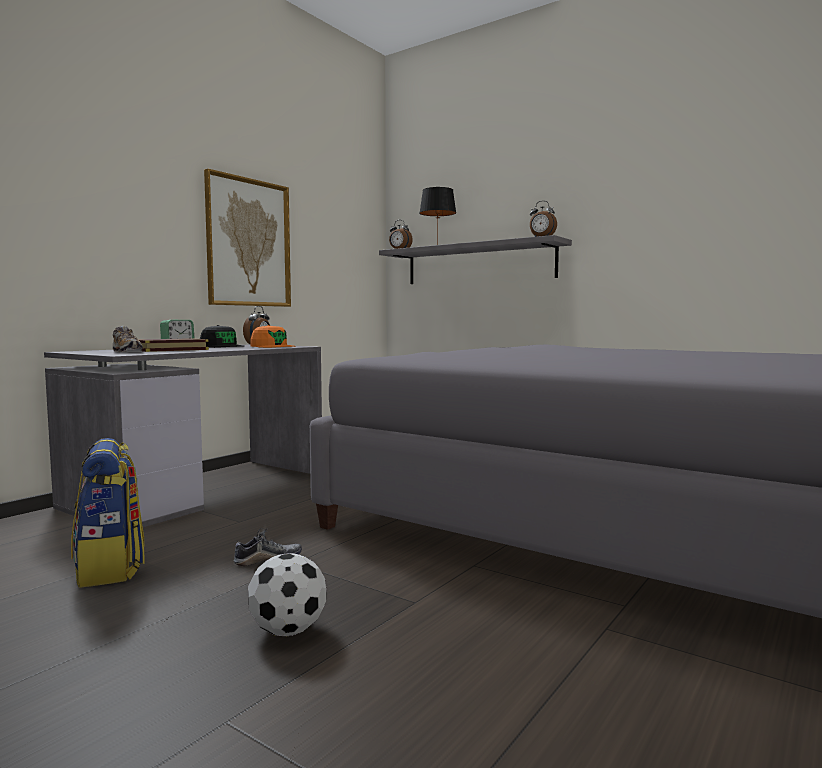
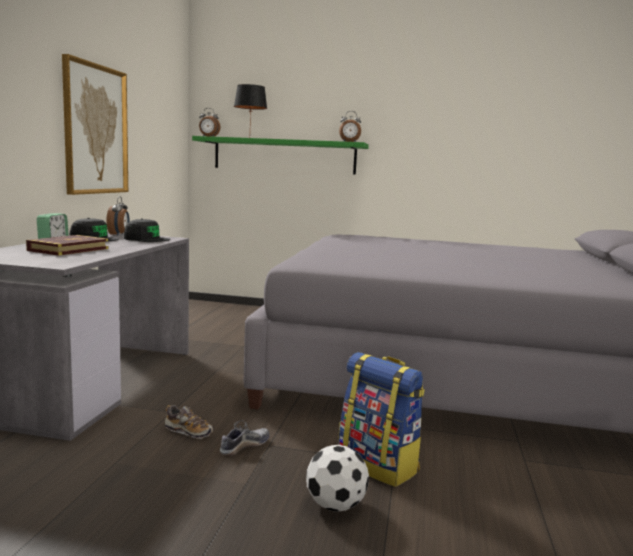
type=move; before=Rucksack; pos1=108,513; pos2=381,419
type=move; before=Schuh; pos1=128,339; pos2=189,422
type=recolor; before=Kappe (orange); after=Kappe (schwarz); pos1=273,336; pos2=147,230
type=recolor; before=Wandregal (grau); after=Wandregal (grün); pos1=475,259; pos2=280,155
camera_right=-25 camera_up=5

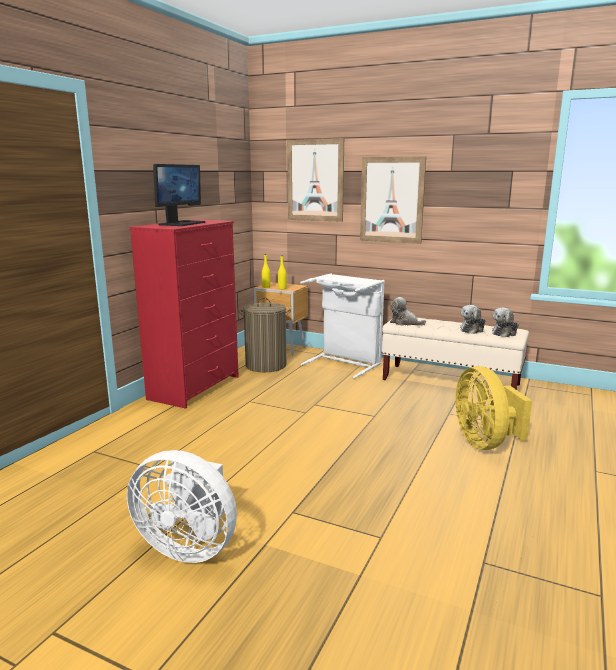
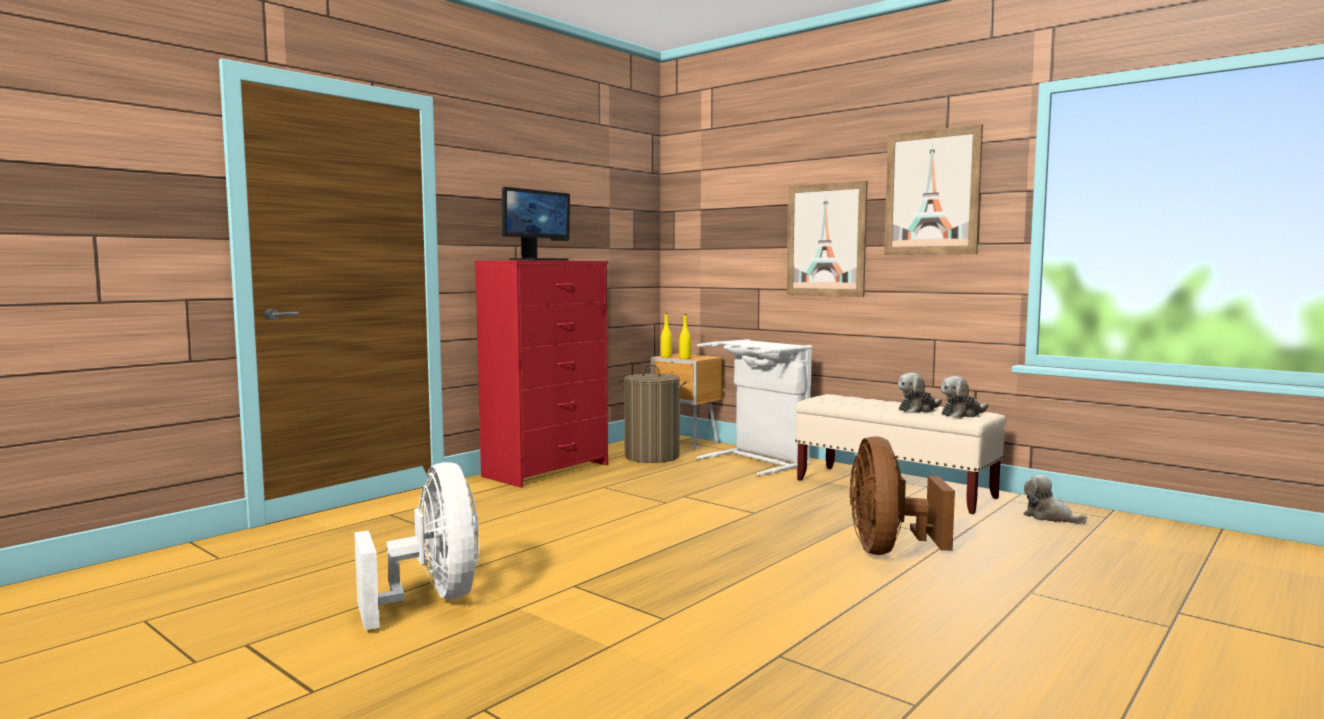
type=rotate; before=Ventilator (weiß); pos1=182,506; pos2=417,546; turn=-150
type=move; before=Bild; pos1=315,180; pos2=933,189
type=move; before=Plüschtier; pos1=408,311; pos2=1055,499
type=recolor; before=Ventilator (gelb); after=Ventilator (braun); pos1=493,408; pos2=902,495
camera_right=15 camera_up=-10

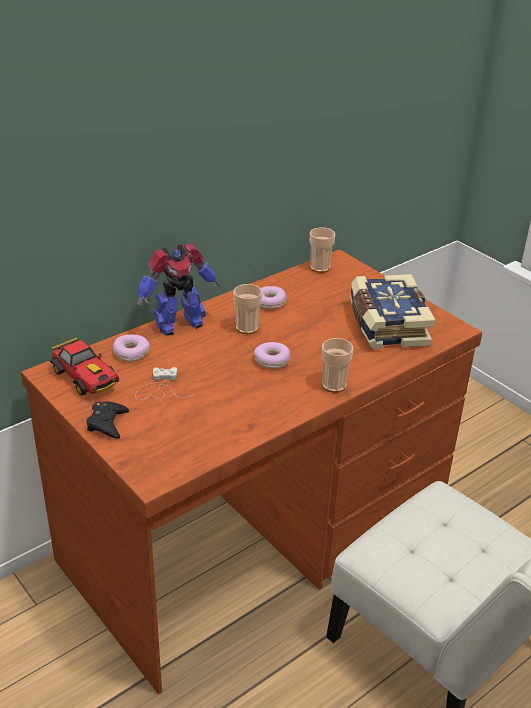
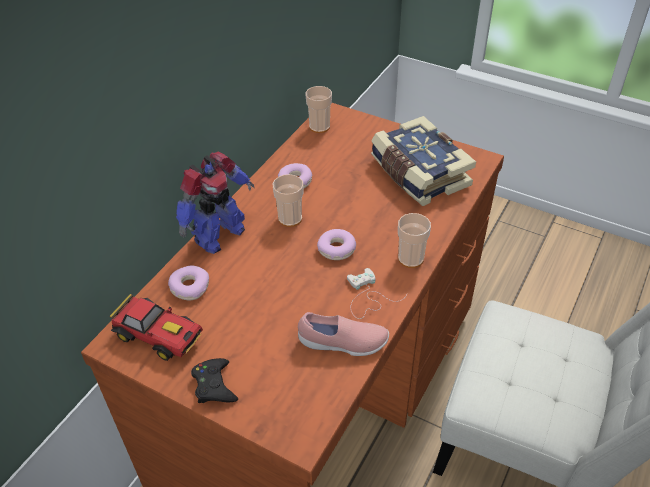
type=move; before=Gamepad (weiß); pos1=164,383; pos2=377,293
type=insert; after=Schuh (rosa); pos2=343,334
camera_right=-20 camera_up=10

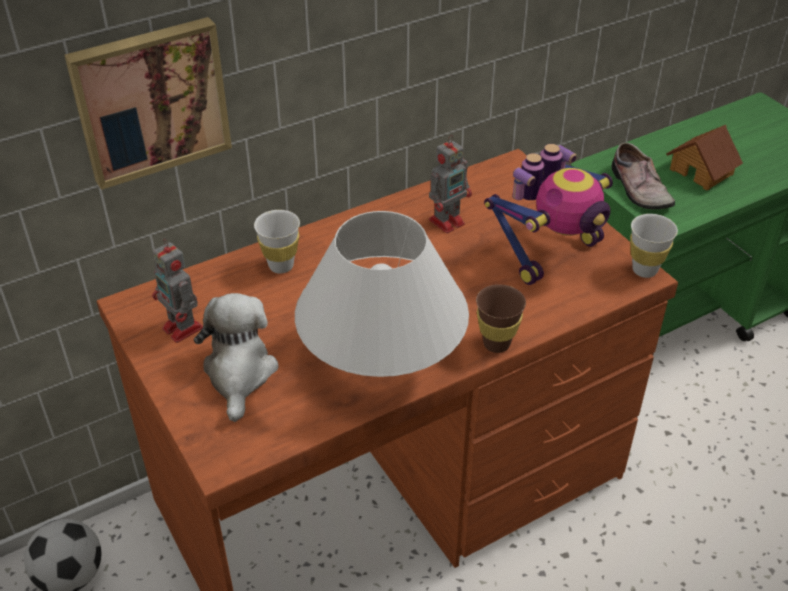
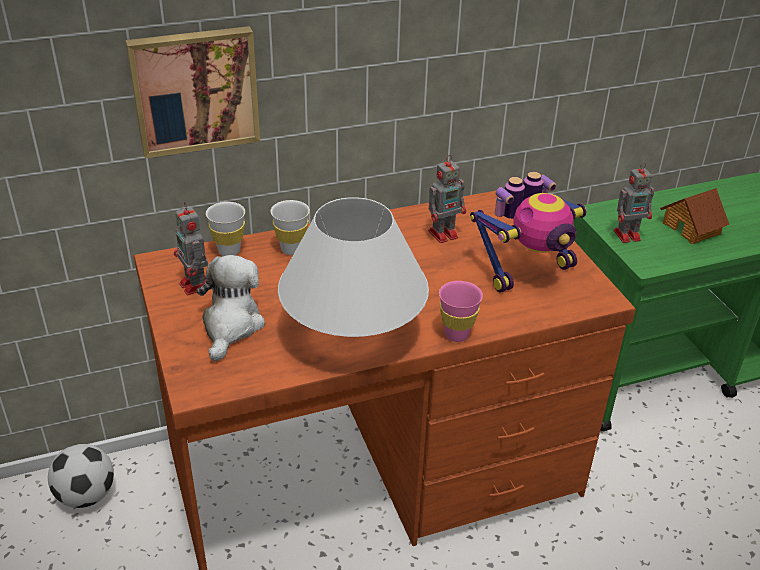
type=recolor; before=Tasse (braun); after=Tasse (rosa); pos1=501,318; pos2=461,311
type=replace; before=Schuh; after=Spielzeugroboter; pos1=643,175; pos2=634,203
type=move; before=Tasse (weiß); pos1=654,246; pos2=225,229
camera_right=10 camera_up=-5

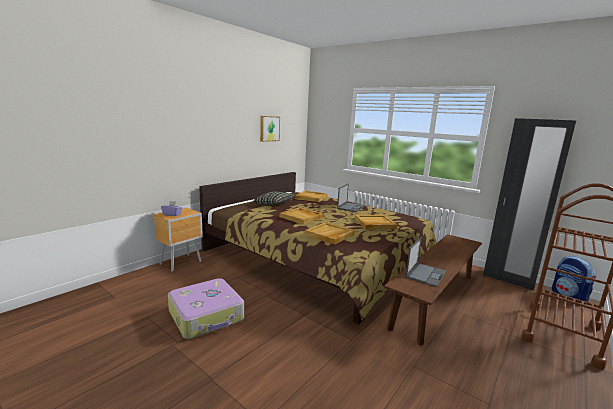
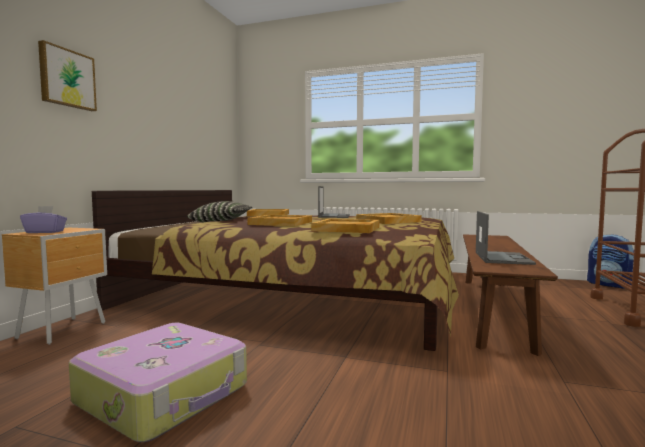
type=move; before=Bild; pos1=270,129; pos2=67,75
type=delete; before=Kleiderschrank (schwarz); pos1=529,204
camera_right=-20 camera_up=-10

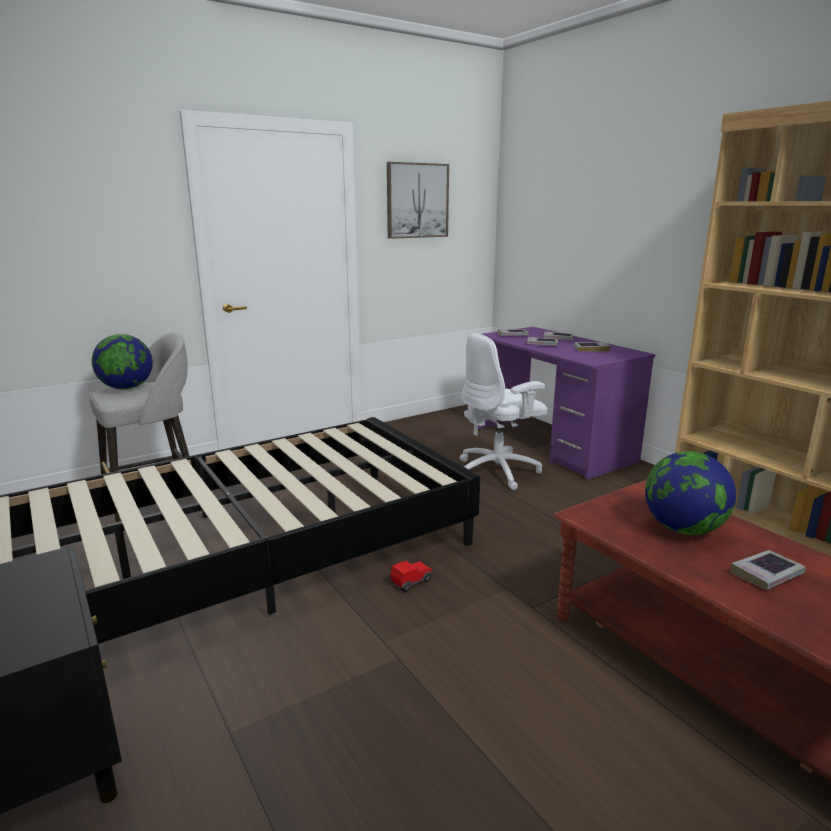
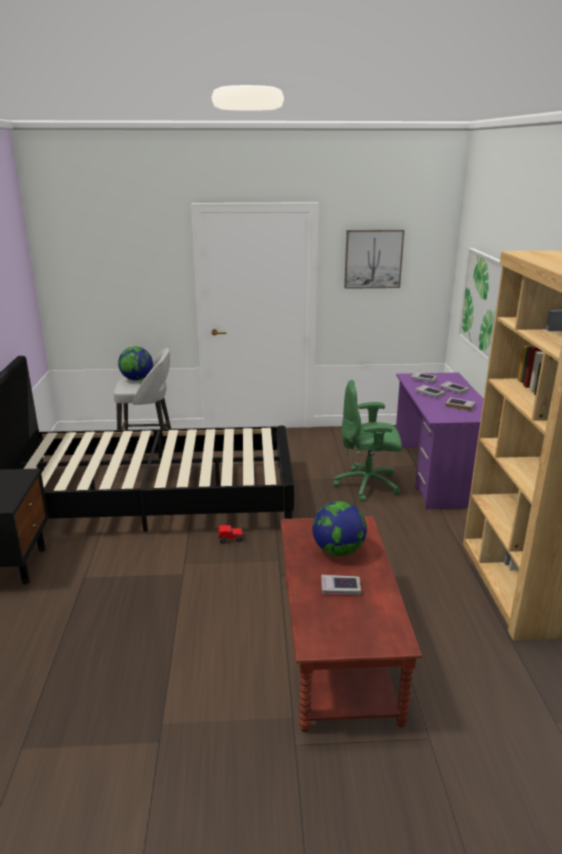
type=recolor; before=Bürostuhl (weiß); after=Bürostuhl (grün); pos1=504,411; pos2=368,441
type=insert; after=Bild; pos2=480,305
camera_right=30 camera_up=5

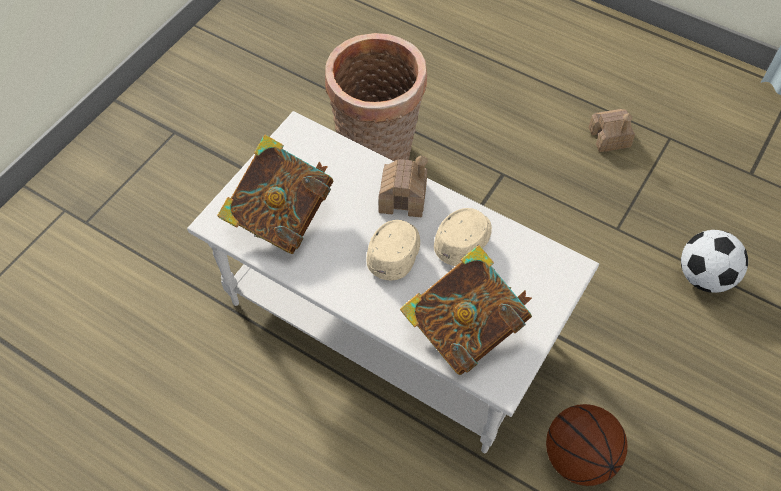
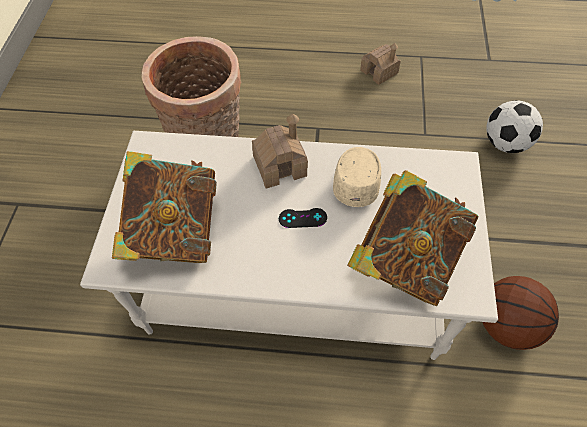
type=replace; before=Kappe (beige); after=Gamepad (schwarz); pos1=393,250; pos2=303,218
camera_right=-25 camera_up=0

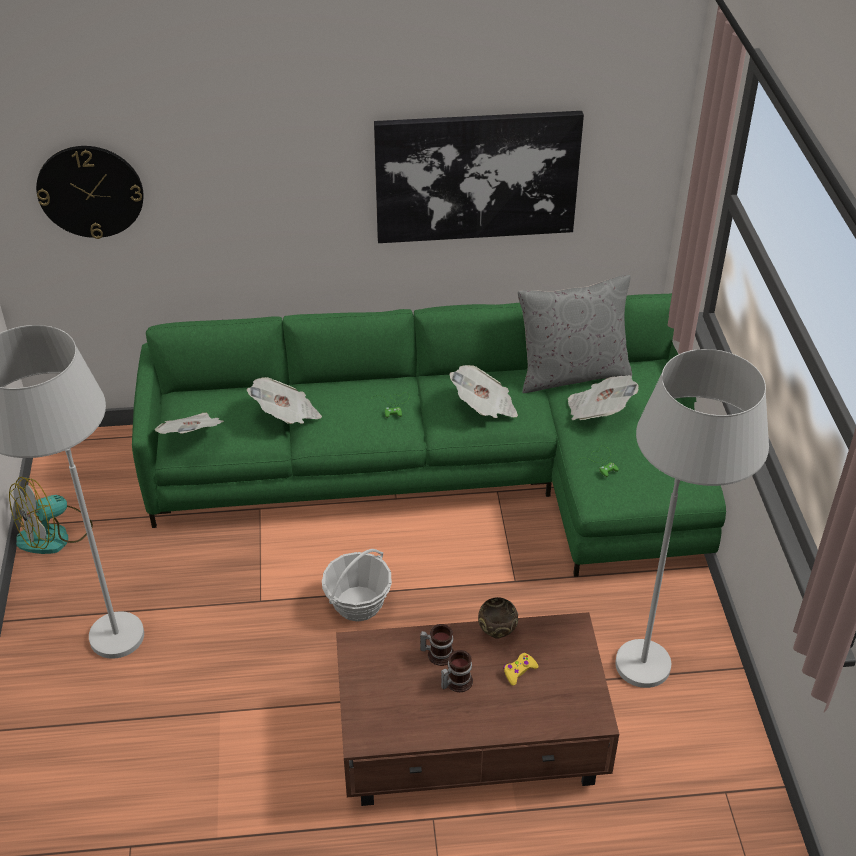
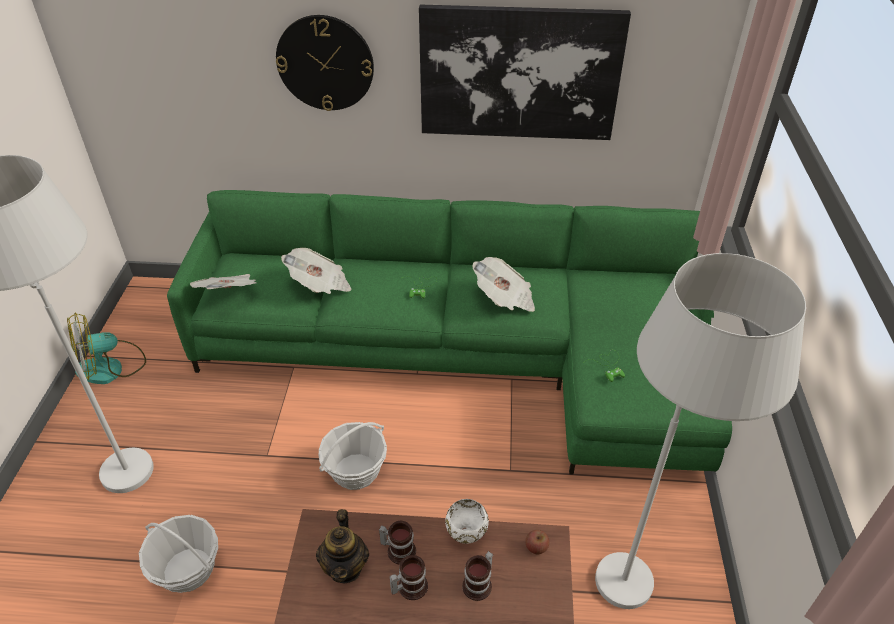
type=move; before=Wanduhr; pos1=89,192; pos2=325,63
type=recolor; before=Schüssel (braun); after=Schüssel (weiß); pos1=498,618; pos2=467,521
type=replace; before=Gamepad (gelb); after=Henkelbecher; pos1=520,669; pos2=477,576
type=delete; before=Kissen (grau); pos1=575,334
type=delete; before=Zeitung; pos1=603,397
type=insert; after=Korb; pos2=178,554
type=insert; after=Teekanne; pos2=342,546
type=insert; after=Apfel; pos2=537,542
camera_right=10 camera_up=0

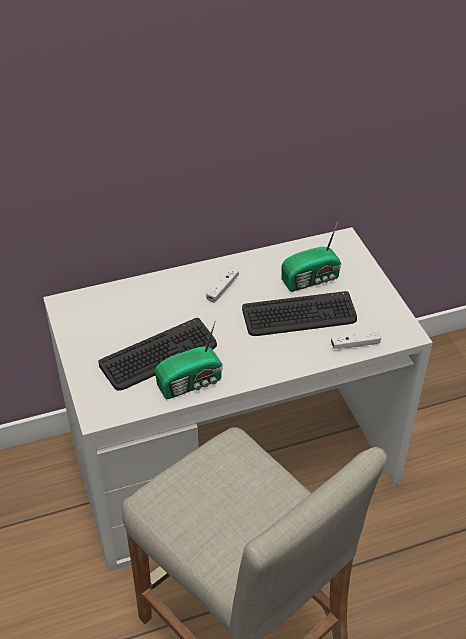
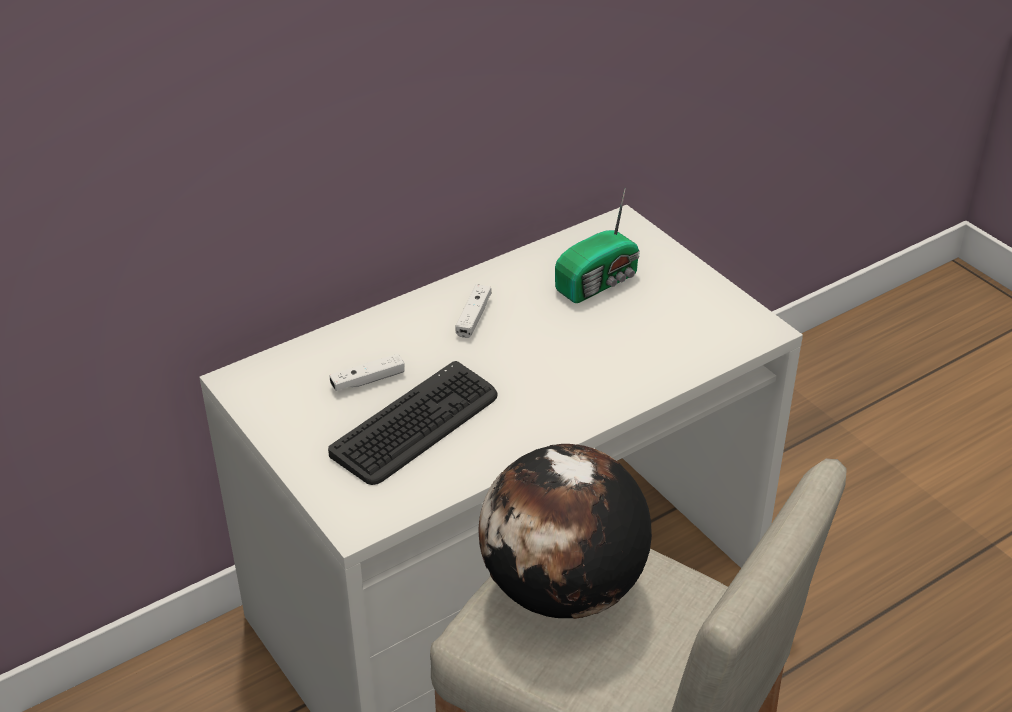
type=delete; before=Radio; pos1=189,359
type=delete; before=Tastatur; pos1=299,313
type=move; before=Gamepad (weiß); pos1=356,339; pos2=367,372
type=insert; after=Globus; pos2=565,531
camera_right=-15 camera_up=-5

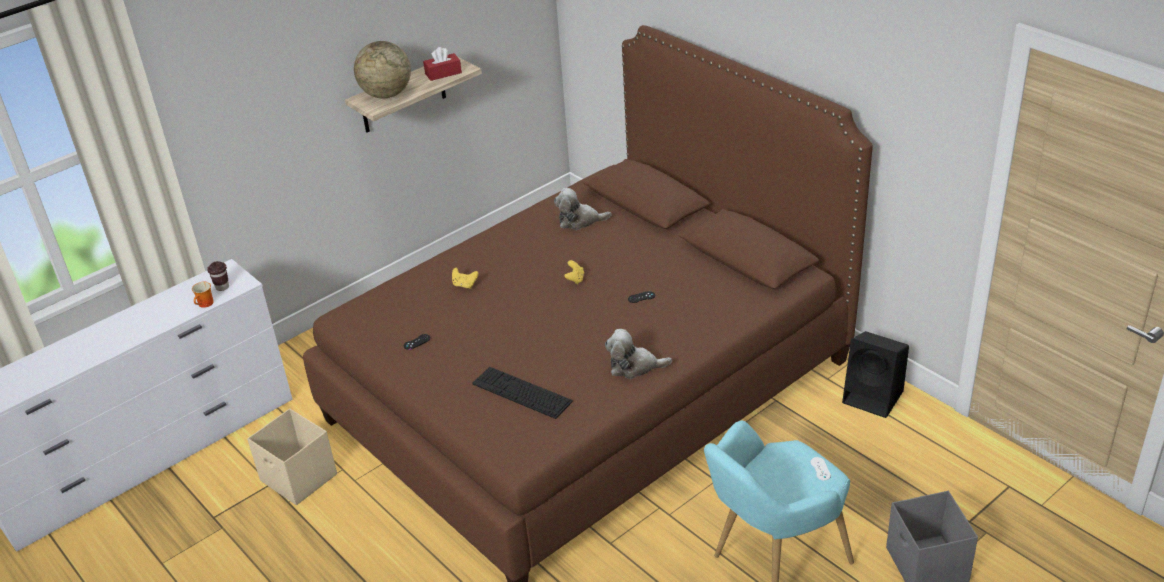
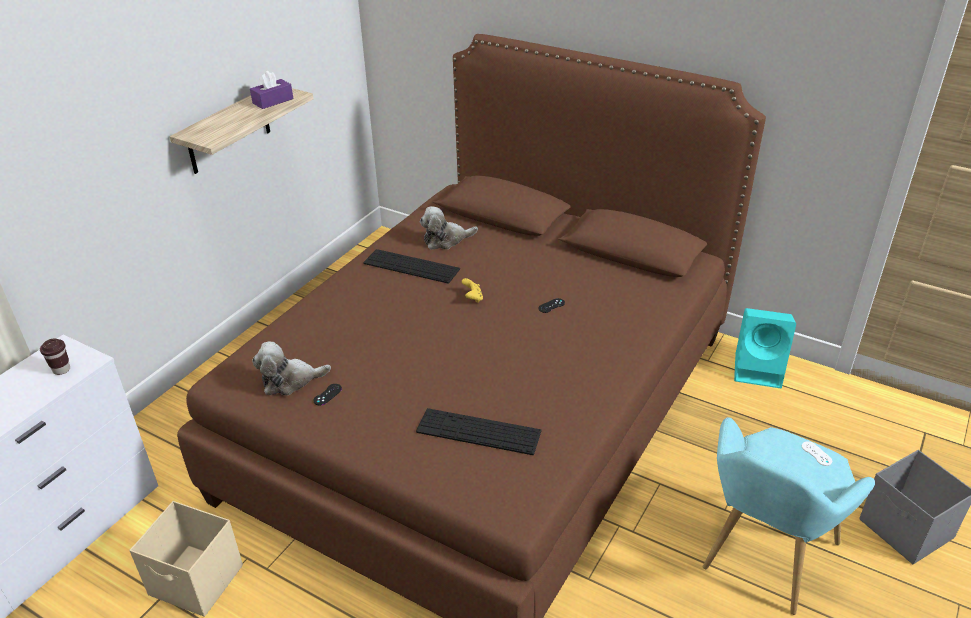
type=delete; before=Henkelbecher; pos1=203,295
type=delete; before=Globus; pos1=382,69
type=recolor; before=Taschentuchbox (rot); after=Taschentuchbox (lila); pos1=442,64; pos2=271,90
type=delete; before=Gamepad (gelb); pos1=465,278
type=move; before=Plüschtier; pos1=638,354; pos2=291,369
type=recolor; before=Lautsprecher (schwarz); after=Lautsprecher (türkis); pos1=875,374; pos2=765,348
type=insert; after=Tastatur; pos2=411,266
camera_right=-20 camera_up=0

